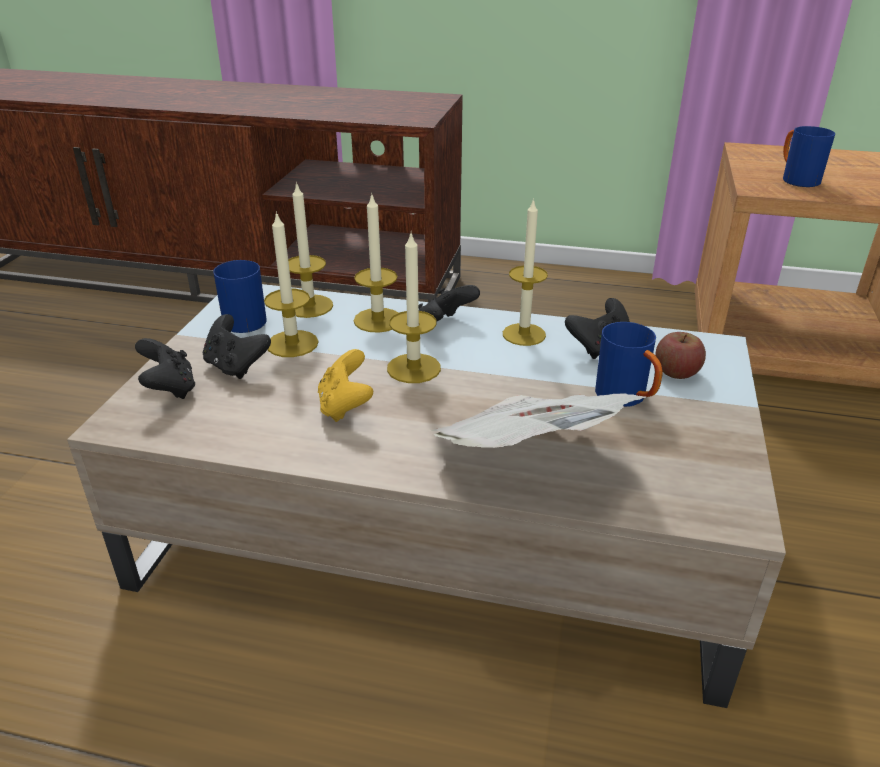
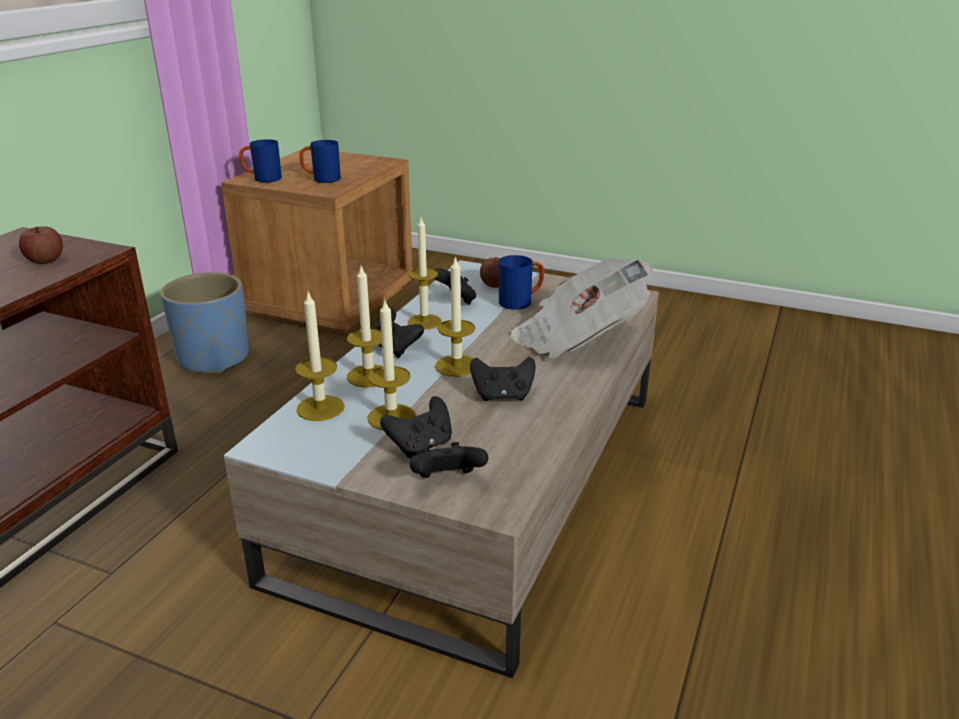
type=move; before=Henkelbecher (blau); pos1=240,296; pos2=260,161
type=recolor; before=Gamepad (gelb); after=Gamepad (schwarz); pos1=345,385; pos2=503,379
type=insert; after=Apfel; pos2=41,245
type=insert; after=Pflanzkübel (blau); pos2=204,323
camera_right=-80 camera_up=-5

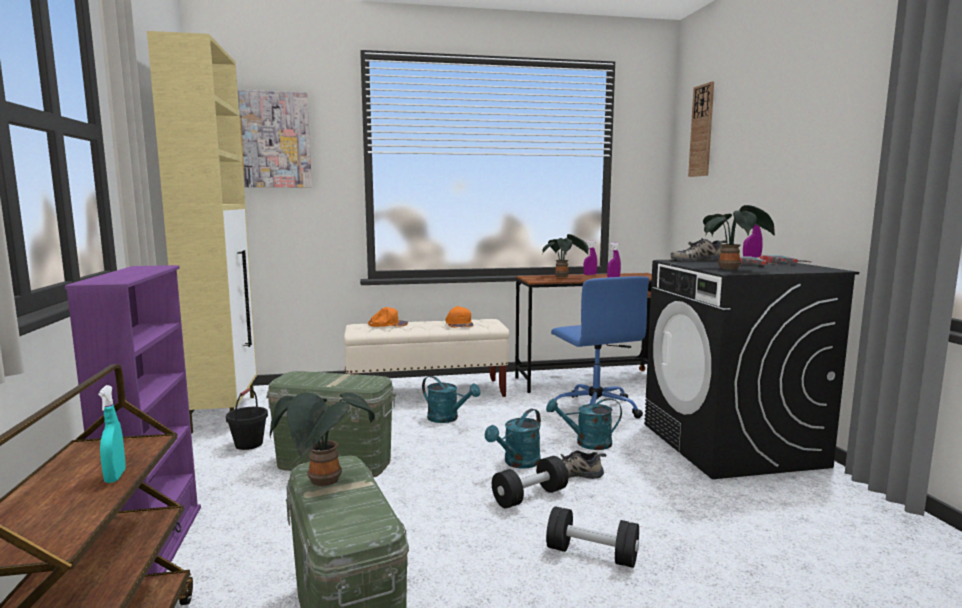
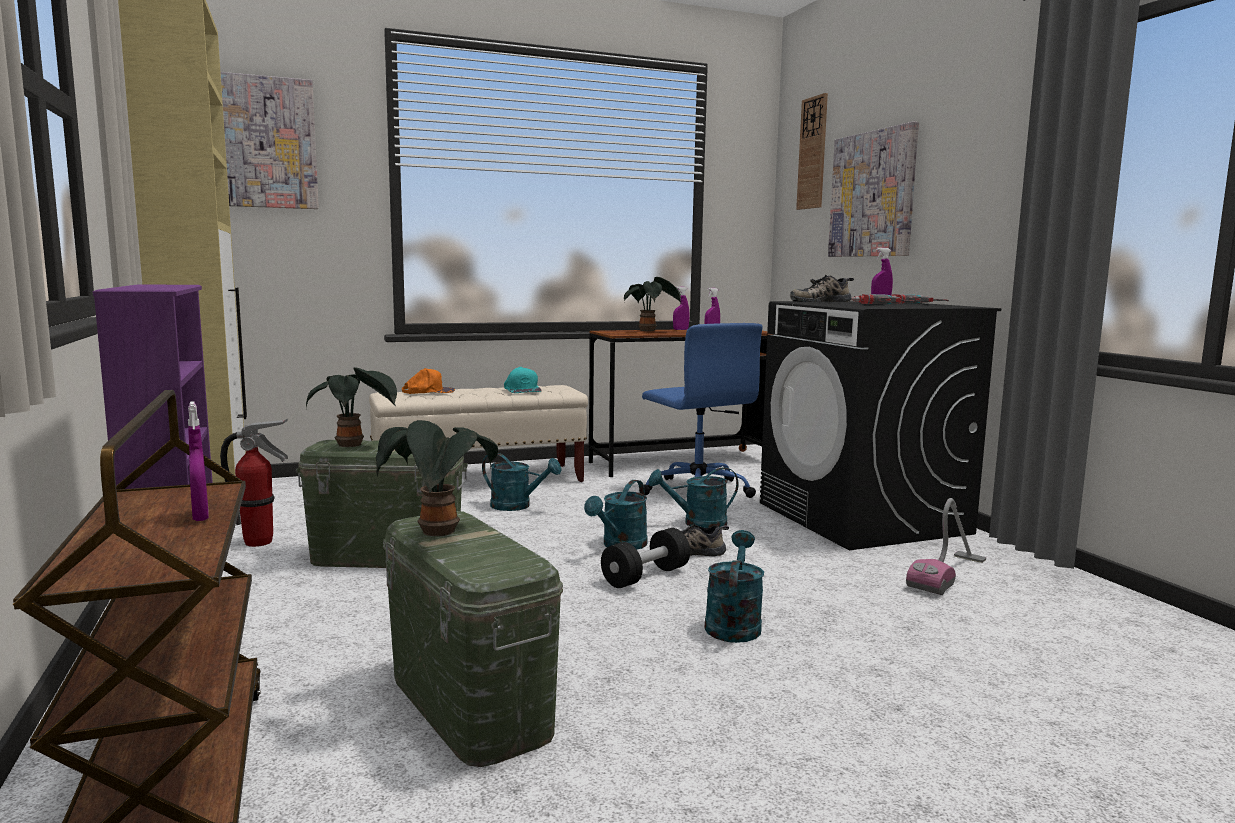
type=recolor; before=Sprühflasche (türkis); after=Sprühflasche (lila); pos1=112,434; pos2=198,461
type=replace; before=Eimer (schwarz); after=Feuerlöscher; pos1=247,419; pos2=254,483
type=recolor; before=Kappe (orange); after=Kappe (türkis); pos1=459,317; pos2=523,380
type=replace; before=Hantel (schwarz); after=Gießkanne (türkis); pos1=592,537; pos2=734,586
type=move; before=Topfpflanze; pos1=739,237; pos2=351,407
type=insert; after=Bild; pos2=873,189
type=insert; after=Staubsauger; pos2=946,546
camera_right=-10 camera_up=0

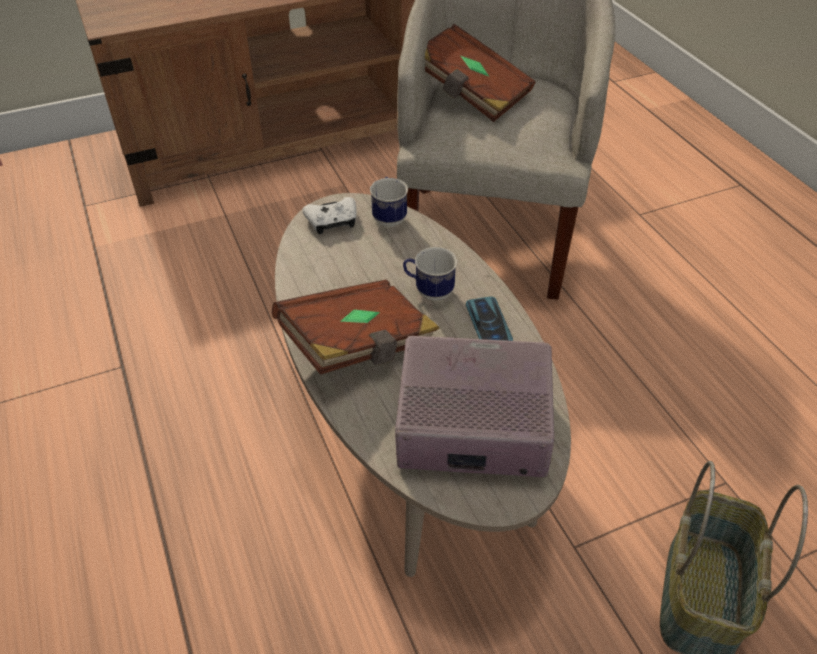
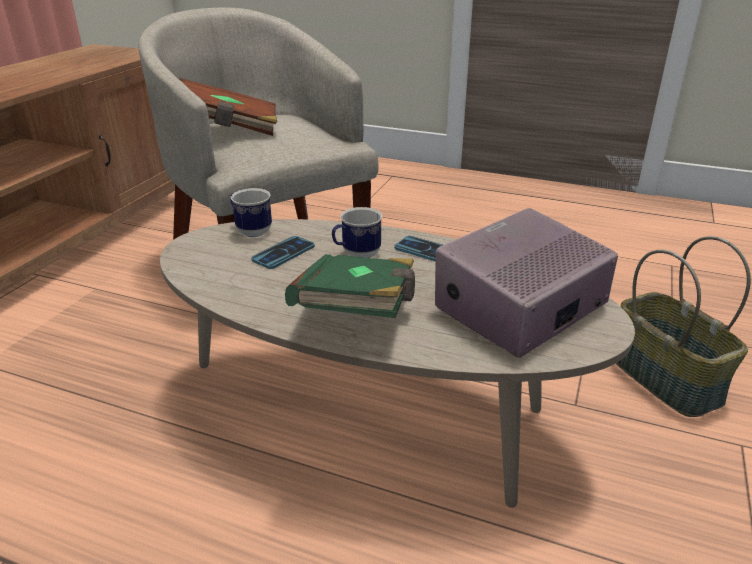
type=recolor; before=Buch (braun); after=Buch (grün); pos1=356,327; pos2=350,286
type=delete; before=Gamepad (weiß); pos1=329,215
type=insert; after=Handy; pos2=283,252
camera_right=-45 camera_up=-15

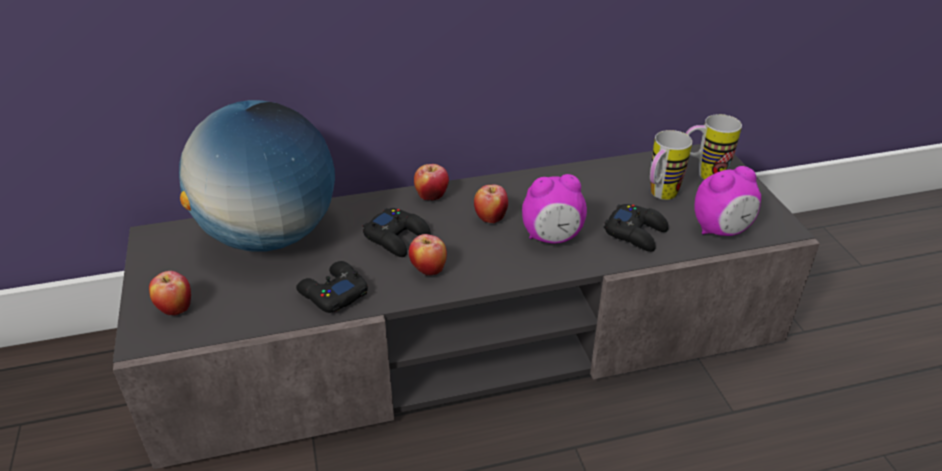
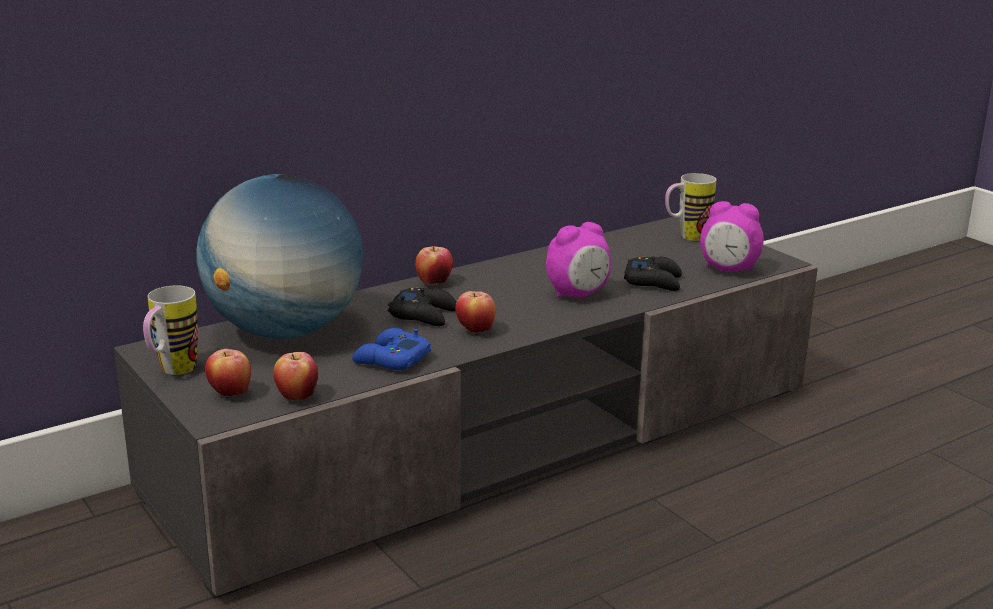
type=recolor; before=Gamepad (schwarz); after=Gamepad (blau); pos1=332,287; pos2=391,349
type=move; before=Apfel; pos1=491,203; pos2=295,376
type=move; before=Henkelbecher; pos1=671,165; pos2=170,330
type=rotate; before=Wecker; pos1=727,201; pos2=732,236; turn=60
camera_right=-20 camera_up=-15

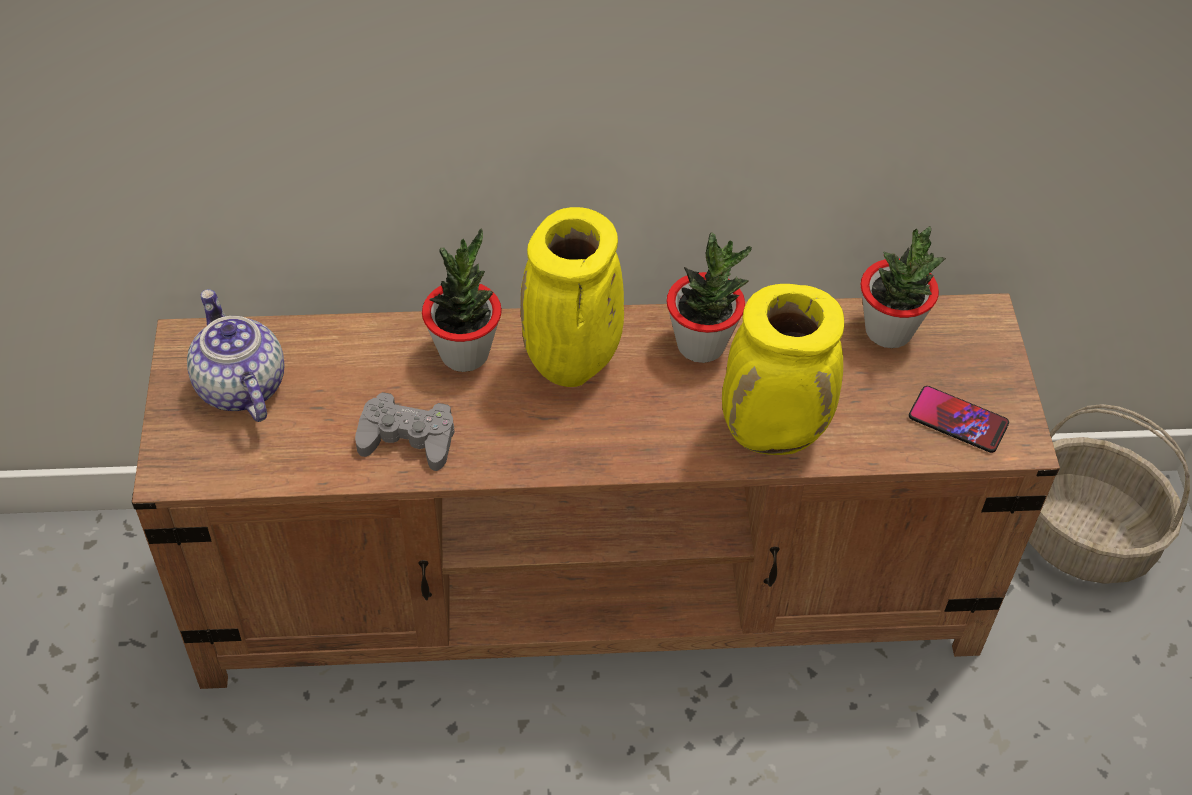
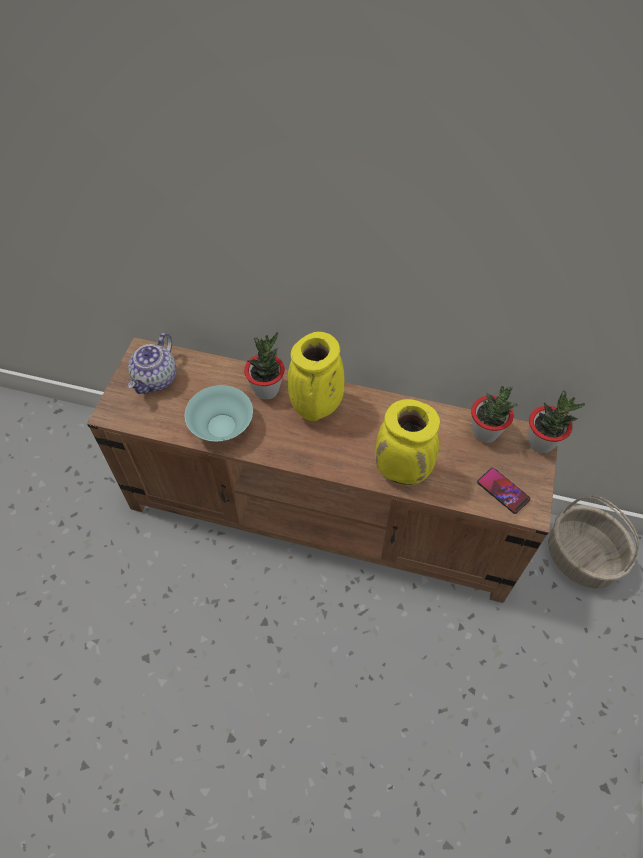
type=rotate; before=Teekanne; pos1=235,355; pos2=152,363; turn=-150
type=replace; before=Gamepad (grau); after=Schüssel (türkis); pos1=405,431; pos2=219,413
type=move; before=Topfpflanze; pos1=709,298; pos2=556,421
camera_right=20 camera_up=5

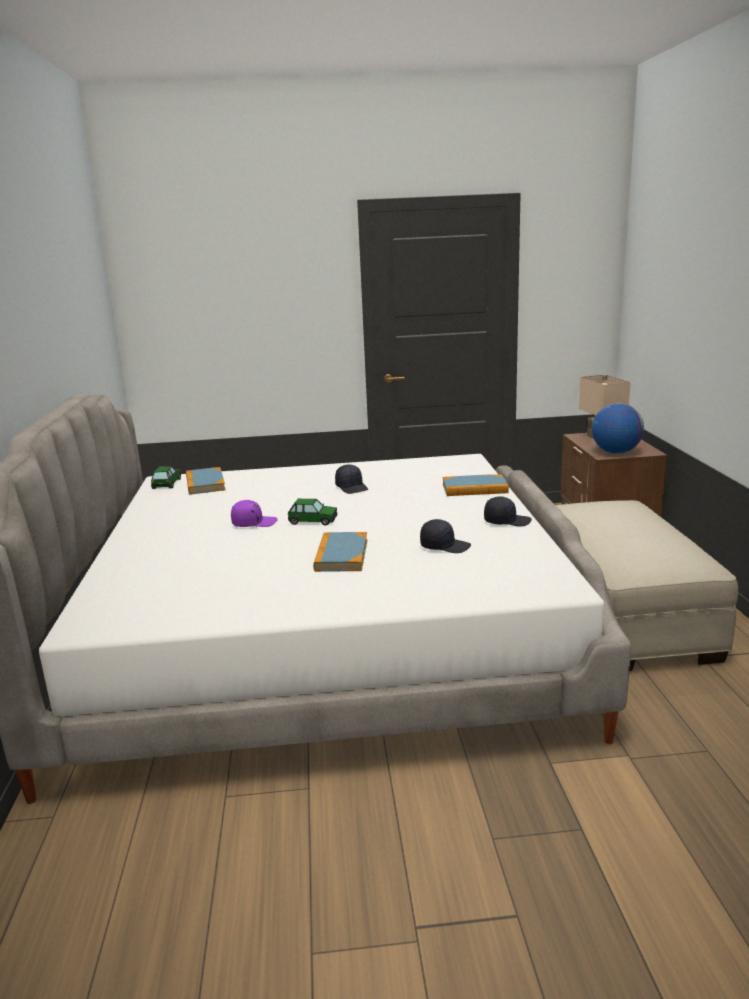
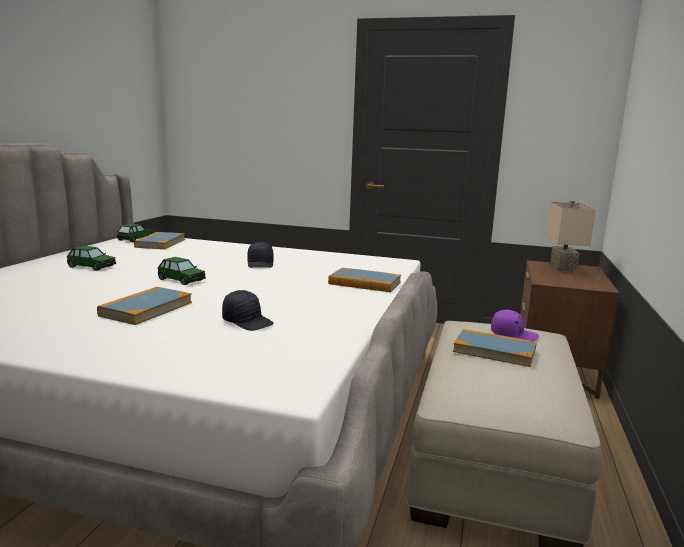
type=move; before=Kappe (lila); pos1=254,513; pos2=515,325
type=delete; before=Kappe (schwarz); pos1=508,511
type=delete; before=Globus; pos1=618,428
type=insert; after=Spielzeugauto; pos2=91,258
type=insert; after=Buch; pos2=495,348
camera_right=20 camera_up=-5

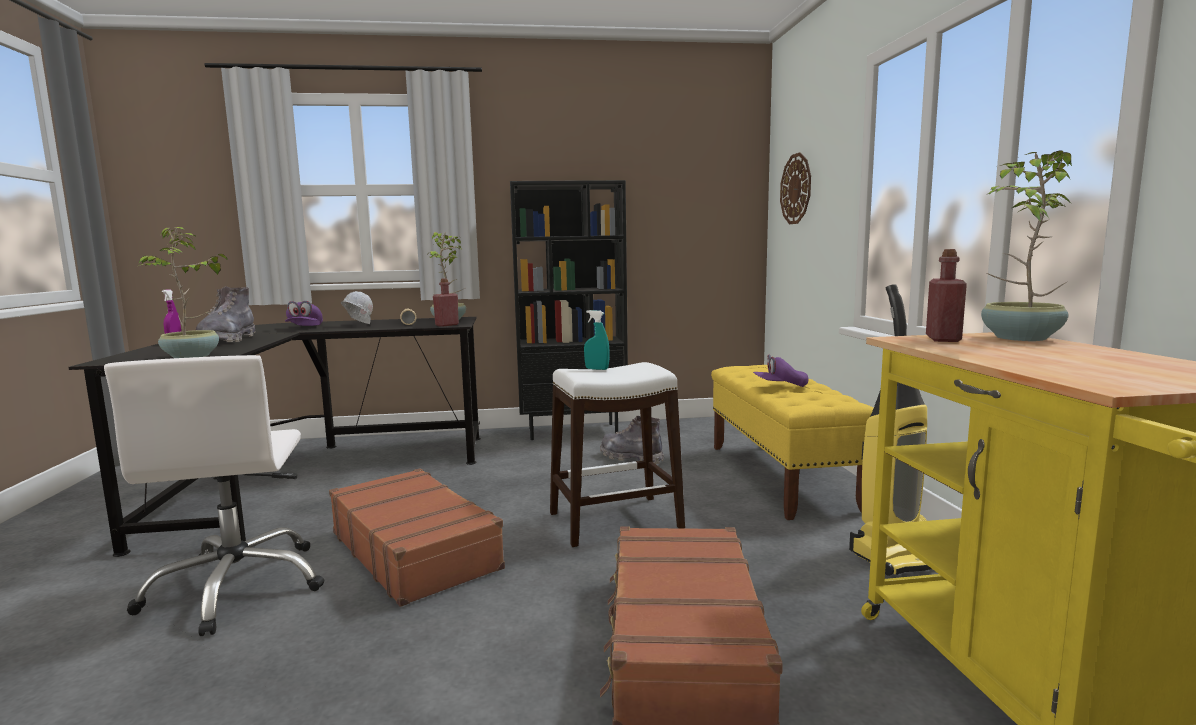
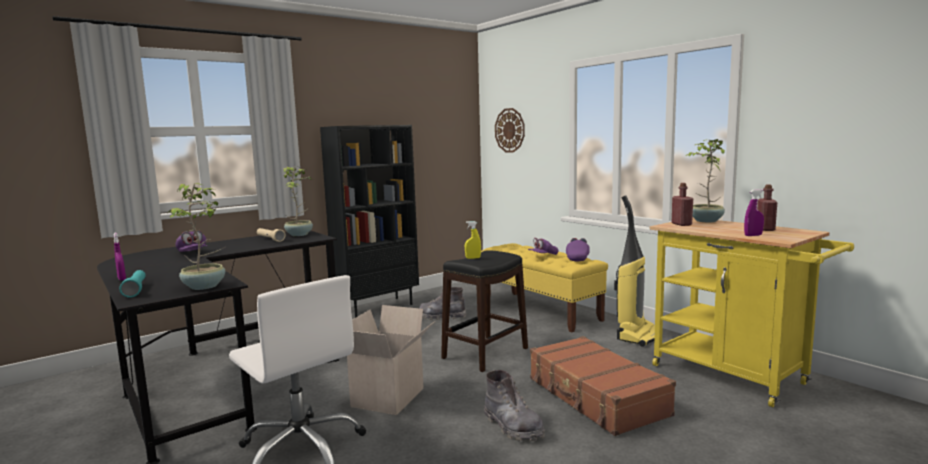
type=move; before=Stiefel (grau); pos1=225,314; pos2=514,406
type=replace; before=Koffer (braun); after=Karton; pos1=417,537; pos2=391,360
type=delete; before=Schutzhelm (weiß); pos1=357,307
type=move; before=Flasche (rot); pos1=446,302; pos2=767,207
type=recolor; before=Hocker (weiß); after=Hocker (schwarz); pos1=617,454; pos2=484,311
type=recolor; before=Sprühflasche (türkis); after=Sprühflasche (gelb); pos1=597,340; pos2=473,240
type=insert; after=Taschenlampe (türkis); pos2=132,284
type=insert; after=Kappe (lila); pos2=578,249
type=insert; after=Sprühflasche (lila); pos2=754,212
camera_right=-30 camera_up=0

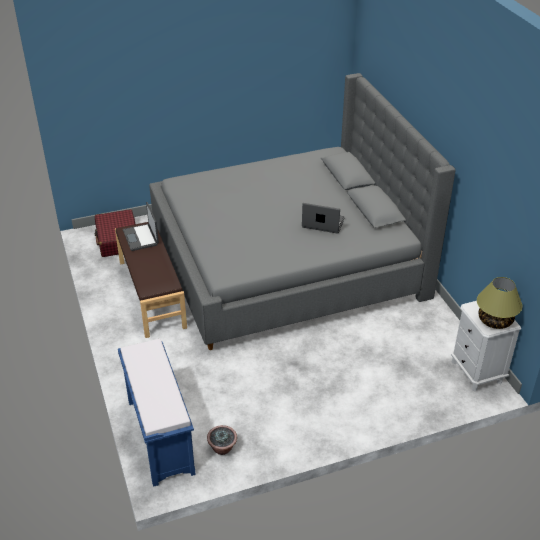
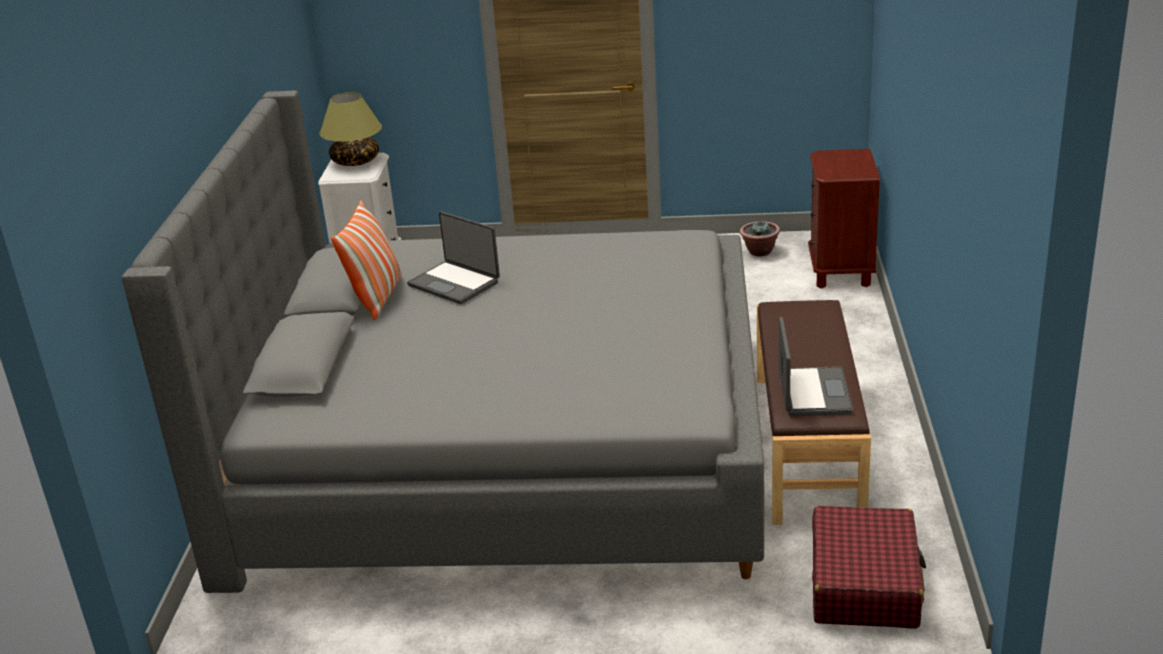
type=replace; before=Bank (blau); after=Nachttisch (braun); pos1=157,413; pos2=844,219
type=insert; after=Kissen; pos2=366,260
camera_right=-155 camera_up=-10

